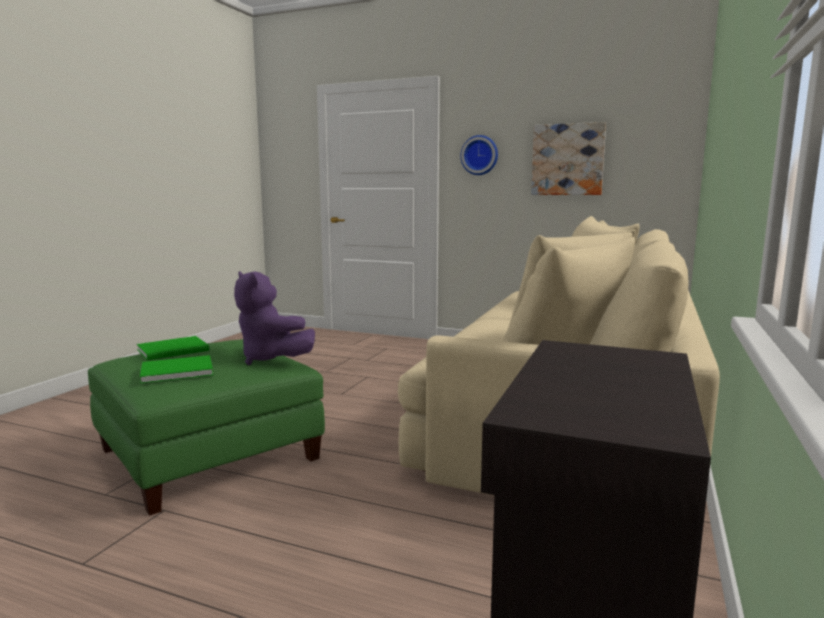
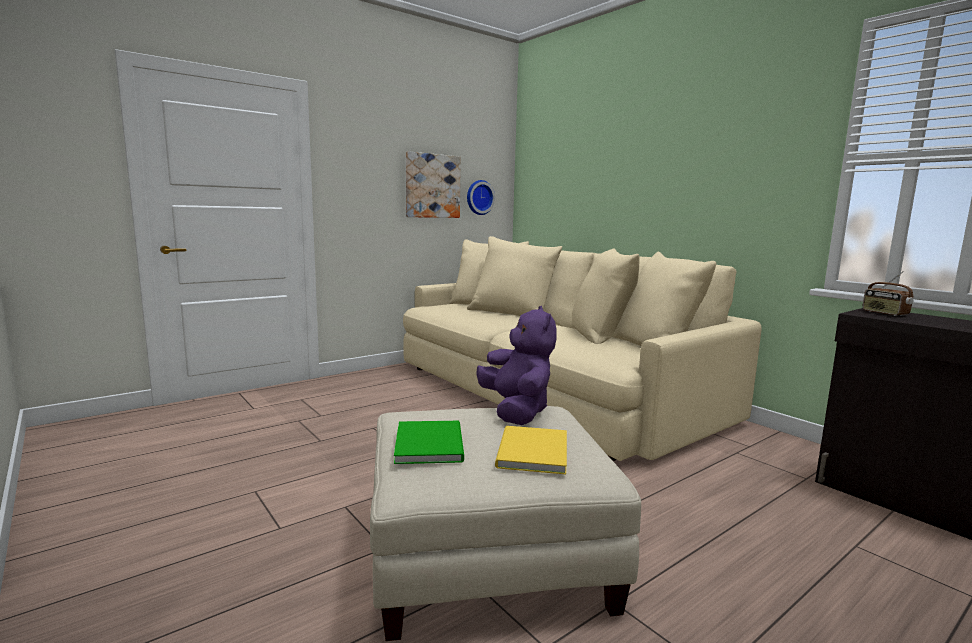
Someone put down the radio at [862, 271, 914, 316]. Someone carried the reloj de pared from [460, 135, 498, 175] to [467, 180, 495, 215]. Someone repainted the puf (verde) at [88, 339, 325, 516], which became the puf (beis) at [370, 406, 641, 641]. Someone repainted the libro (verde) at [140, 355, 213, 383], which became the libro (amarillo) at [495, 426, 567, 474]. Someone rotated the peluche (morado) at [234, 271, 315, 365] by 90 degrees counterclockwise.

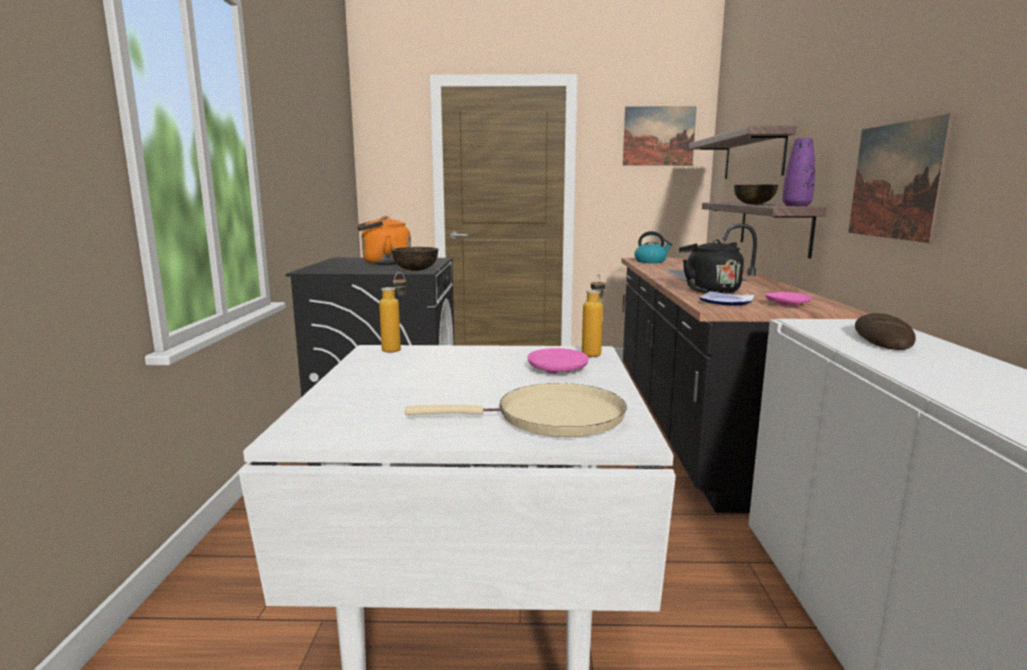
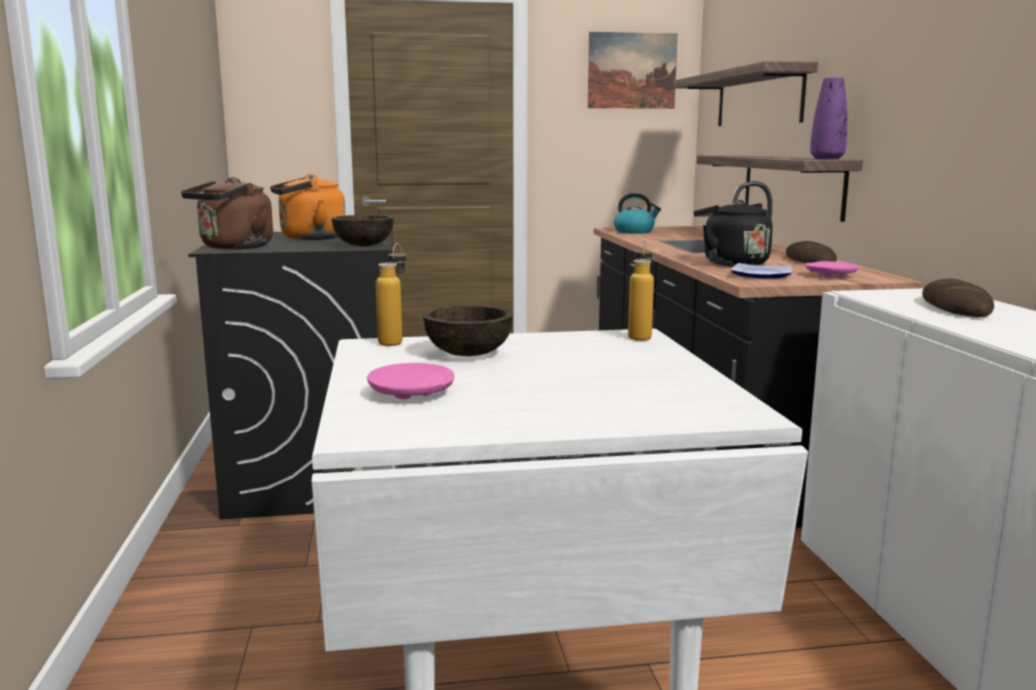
Someone took away the sartén (beis) at [405, 383, 627, 437]. Someone took away the cuadro at [848, 113, 954, 243]. Someone put down the hervidor (marrón) at [181, 177, 273, 249]. Someone put down the pan at [786, 241, 837, 263]. Someone carried the plato (rosa) from [527, 348, 589, 374] to [367, 363, 455, 399]. Someone carried the cuenco (marrón) from [734, 185, 778, 204] to [423, 305, 514, 356].

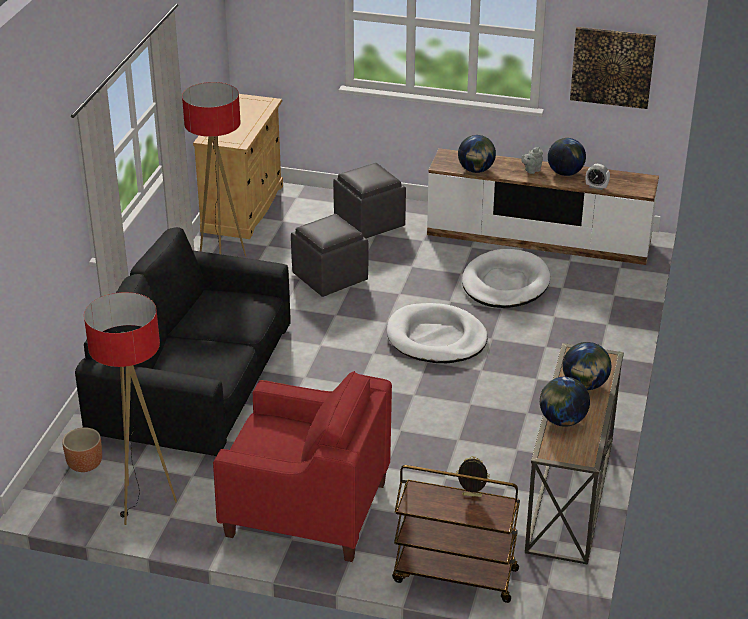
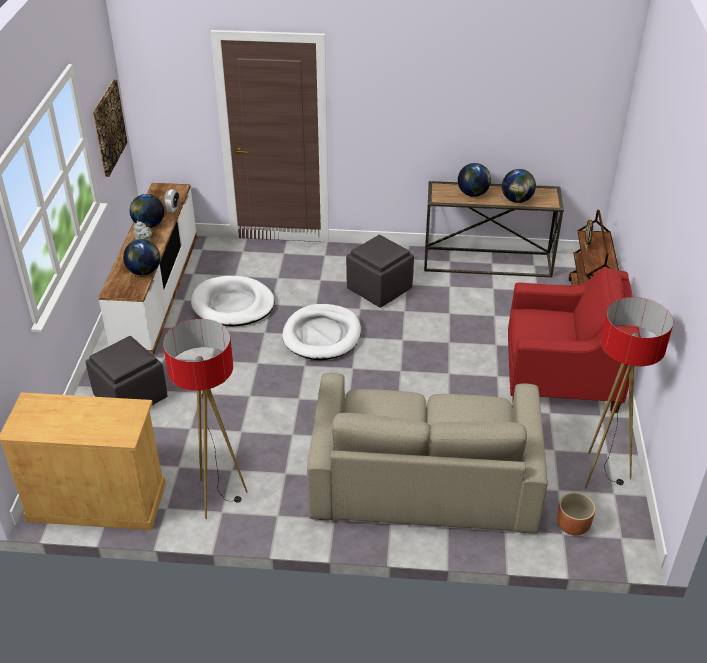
Someone carried the puf (gris) from [291, 214, 368, 297] to [346, 235, 414, 308]. Someone repainted the sofá (negro) at [75, 227, 291, 456], which became the sofá (beis) at [307, 373, 548, 534]. Someone rotated the sillón (rojo) at [213, 371, 392, 562] by 90 degrees clockwise.

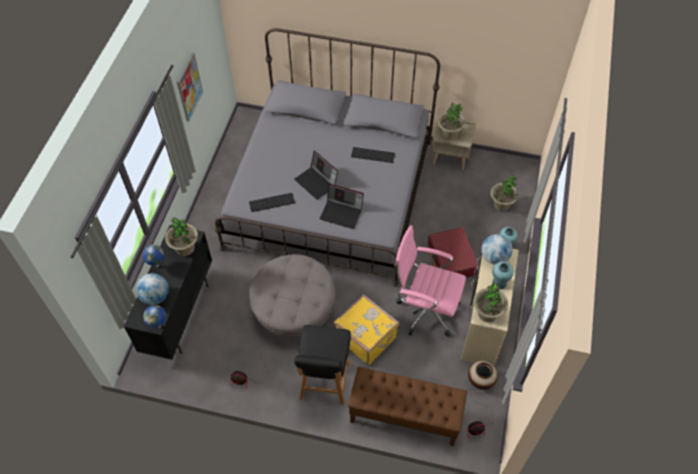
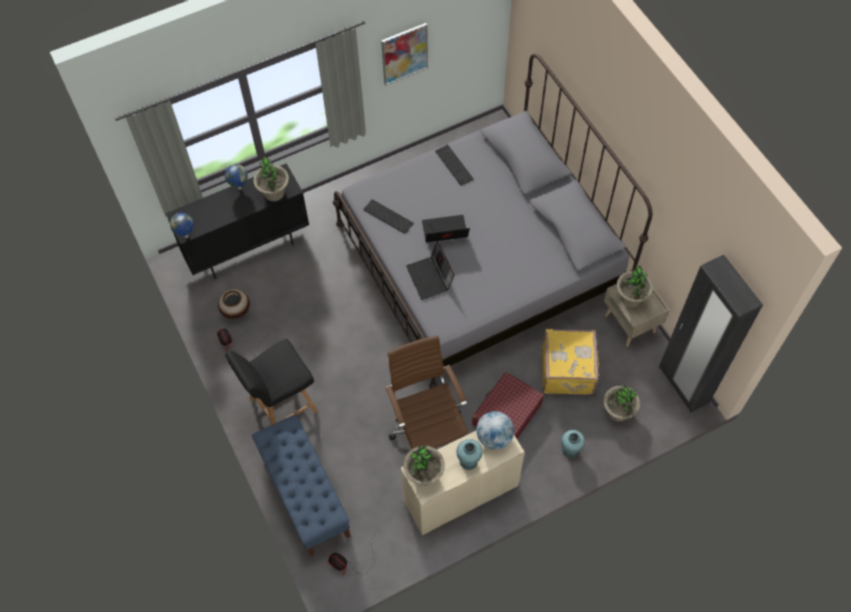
Someone took away the globo terráqueo at [136, 273, 169, 305]. Someone took away the puf (gris) at [249, 254, 335, 337]. Someone put down the armario ropero (negro) at [659, 255, 763, 412]. Someone carried the maleta (amarillo) from [334, 294, 399, 365] to [542, 329, 600, 395]. Someone carried the teclado from [351, 147, 395, 163] to [435, 145, 474, 186]. Someone carried the florero from [468, 360, 498, 390] to [218, 289, 250, 319]. Someone repainted the banco (marrón) at [348, 367, 467, 446], which became the banco (azul) at [252, 414, 351, 557]. Someone repainted the silla de oficina (rosa) at [395, 225, 466, 337], which became the silla de oficina (marrón) at [385, 336, 468, 449]. Someone rotated the portátil at [294, 151, 338, 200] by 75 degrees clockwise.

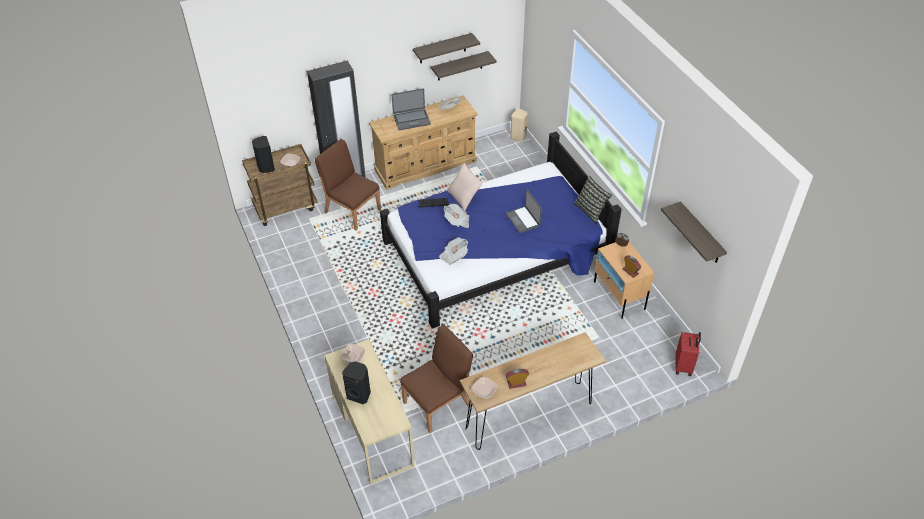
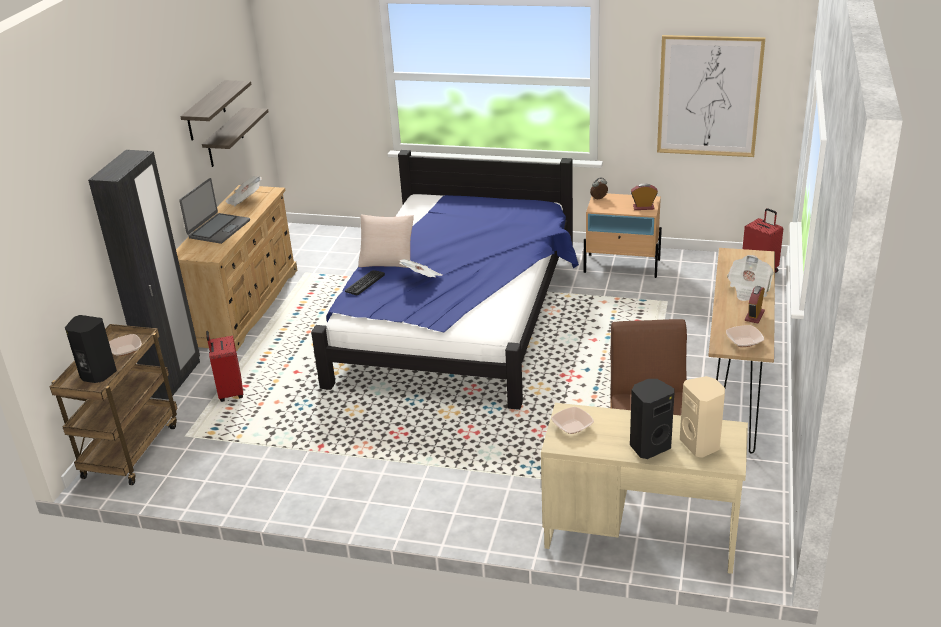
Someone took away the portátil at [506, 189, 542, 233]. Someone took away the cojín at [573, 176, 612, 224]. Someone carried the periódico from [439, 237, 468, 265] to [727, 255, 774, 301]. Someone carried the altavoz (beis) from [510, 108, 528, 142] to [680, 376, 725, 458]. Someone swapped the silla (marrón) at [315, 139, 381, 231] for the maleta (rojo) at [206, 331, 243, 402]. Someone swapped the estante at [661, 201, 727, 263] for the cuadro at [657, 35, 765, 157].

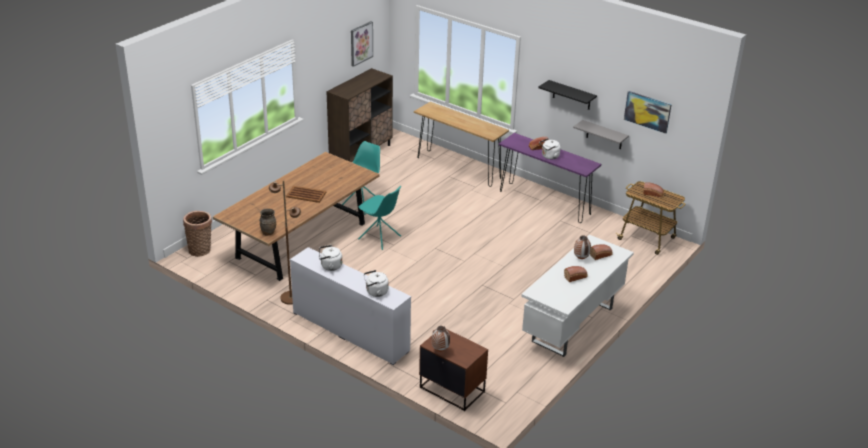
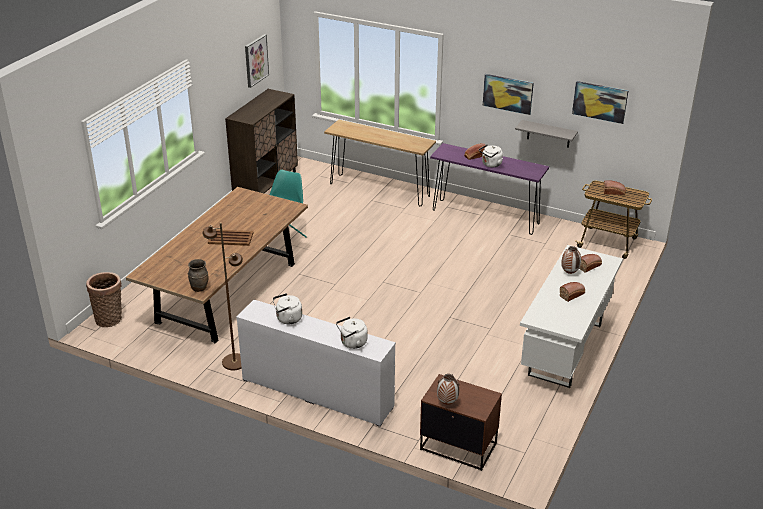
Someone took away the silla (turquesa) at [358, 186, 401, 250]. Someone swapped the estante (negro) at [538, 80, 597, 110] for the cuadro at [483, 74, 534, 115].

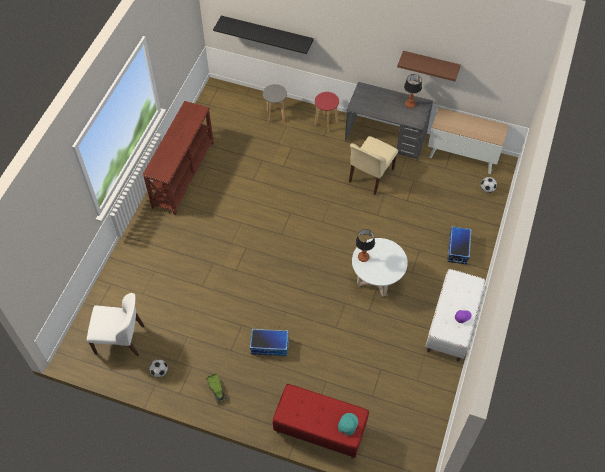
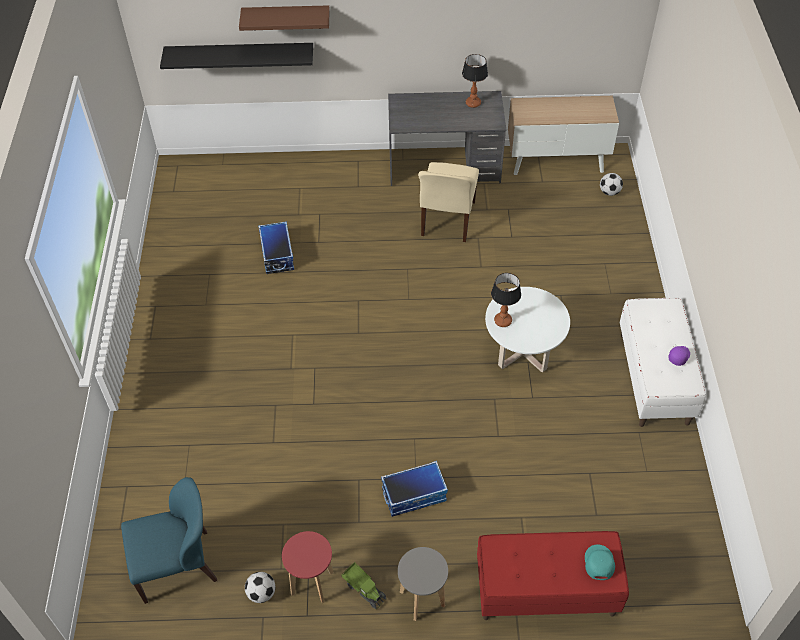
Someone took away the mesa consola (marrón) at [143, 101, 214, 215]. Someone carried the taburete (gris) from [263, 84, 287, 123] to [398, 547, 448, 621]. Someone carried the taburete (rojo) from [315, 92, 339, 132] to [282, 531, 334, 603]. Someone carried the estante (marrón) from [397, 51, 461, 81] to [239, 5, 330, 31]. Someone carried the caja de almacenaje from [447, 226, 472, 264] to [258, 221, 294, 274]. Someone repainted the silla (blanco) at [87, 293, 144, 356], which became the silla (azul) at [121, 477, 217, 604].

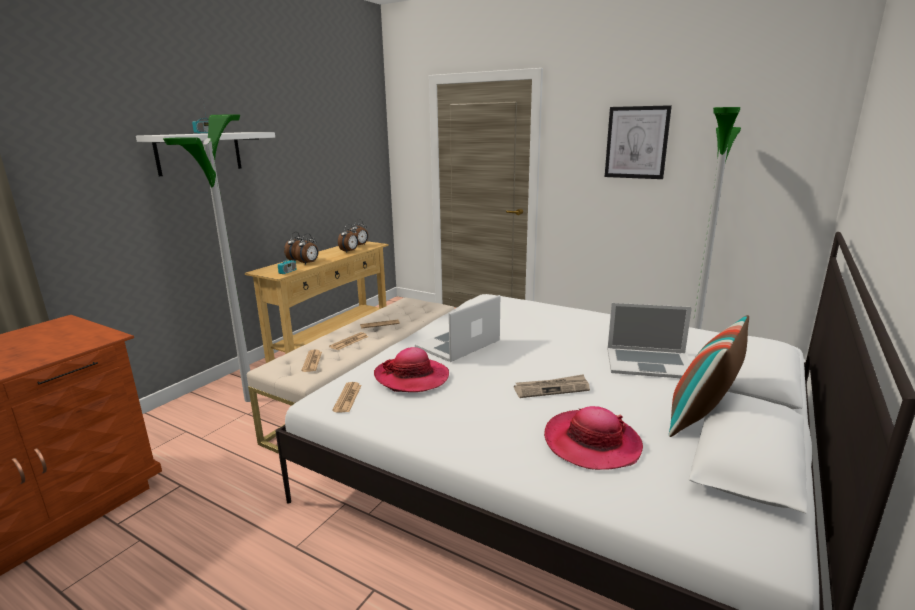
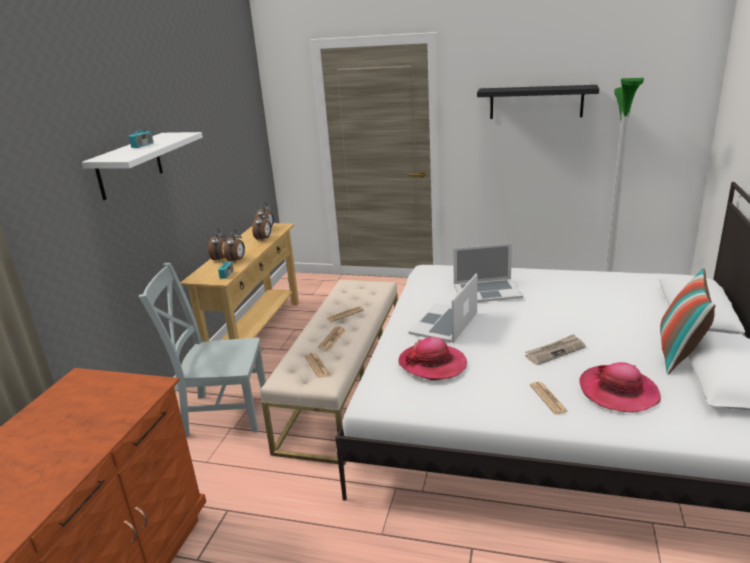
Someone carried the periódico from [332, 382, 362, 412] to [530, 382, 568, 414]. Someone carried the portátil from [607, 303, 692, 378] to [453, 243, 523, 302]. Someone swapped the lámpara de pie at [163, 114, 251, 402] for the silla (gris) at [139, 263, 266, 437]. Someone swapped the cuadro at [605, 105, 672, 179] for the estante (negro) at [477, 85, 599, 119].

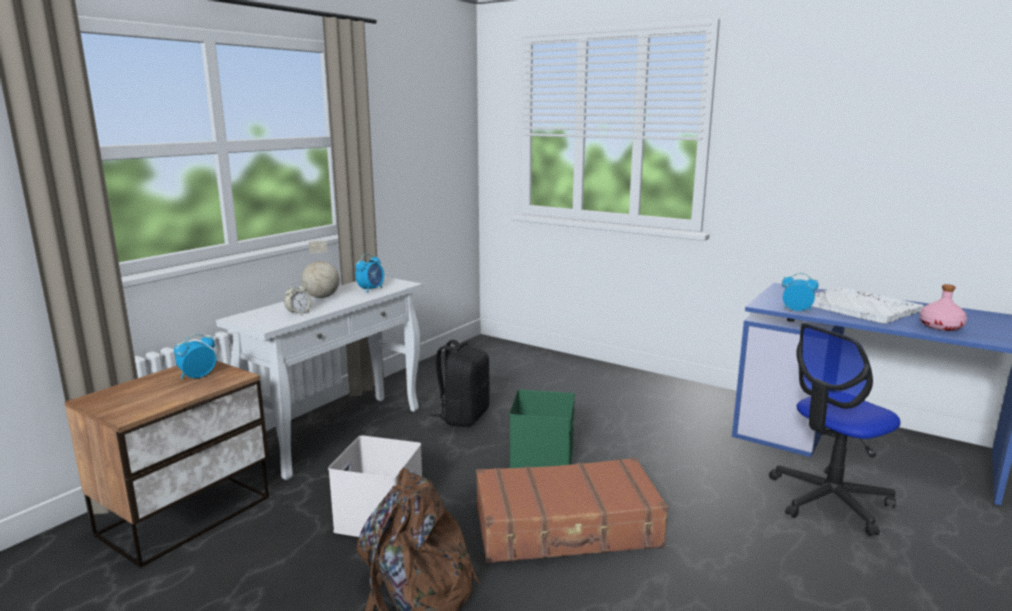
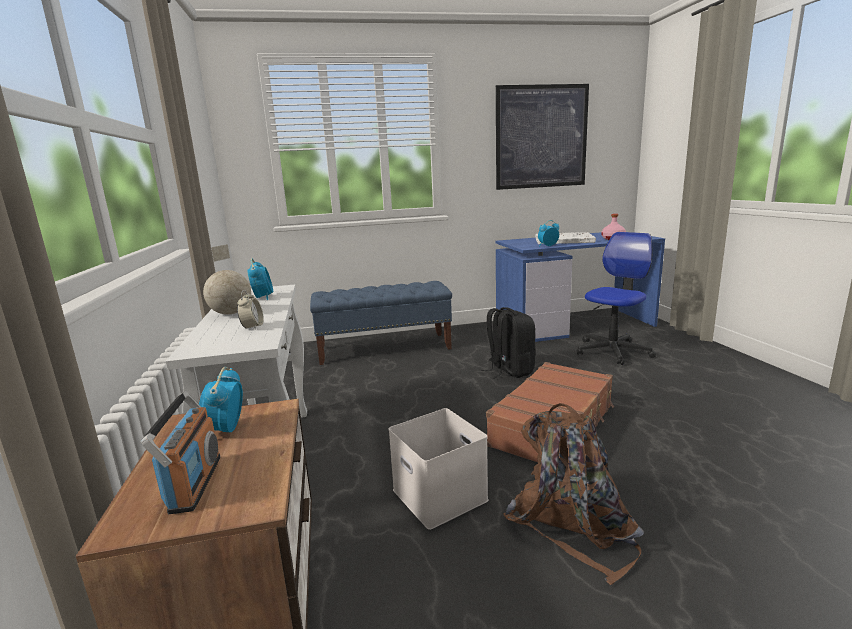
Someone took away the caja de almacenaje (verde) at [509, 390, 575, 468]. Someone put down the radio at [140, 391, 220, 514]. Someone put down the banco (azul) at [310, 281, 452, 365]. Someone put up the cuadro at [496, 84, 589, 190]. Someone carried the mochila (negro) from [430, 340, 490, 427] to [481, 307, 536, 379]. Someone rotated the silla de oficina at [769, 323, 900, 536] by 150 degrees counterclockwise.

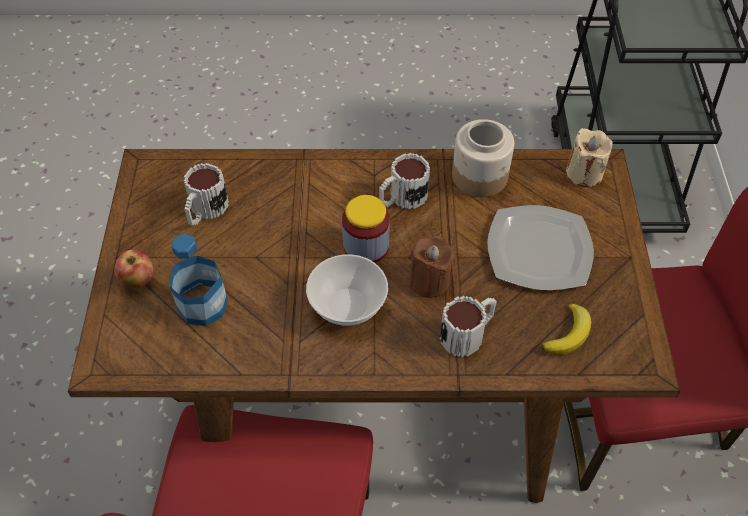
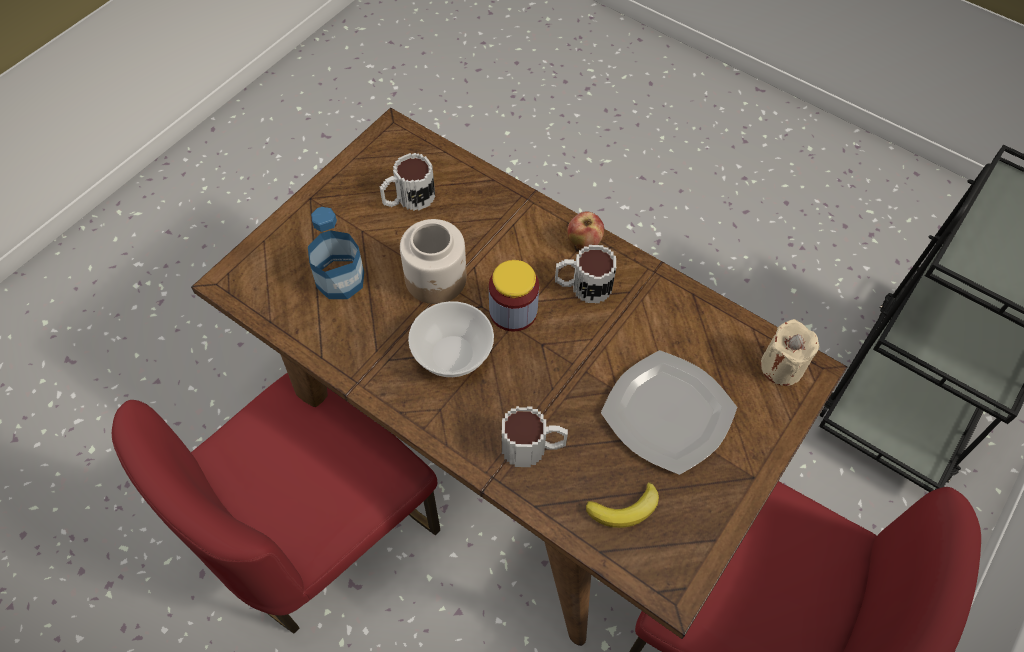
Someone took away the vela (marrón) at [409, 236, 454, 298]. Someone carried the manzana from [114, 250, 153, 288] to [567, 211, 604, 249]. Someone carried the tarro from [452, 119, 514, 197] to [400, 219, 467, 304].

